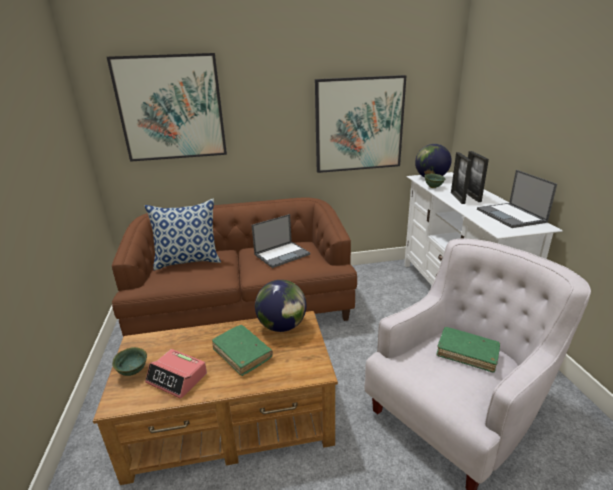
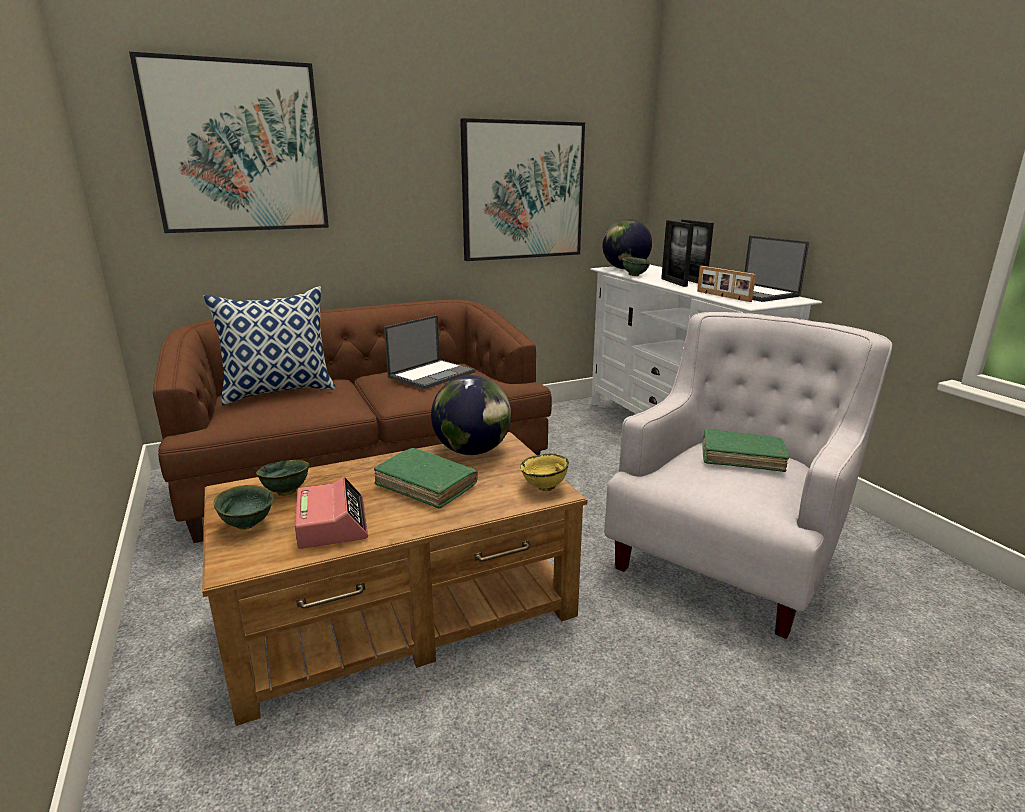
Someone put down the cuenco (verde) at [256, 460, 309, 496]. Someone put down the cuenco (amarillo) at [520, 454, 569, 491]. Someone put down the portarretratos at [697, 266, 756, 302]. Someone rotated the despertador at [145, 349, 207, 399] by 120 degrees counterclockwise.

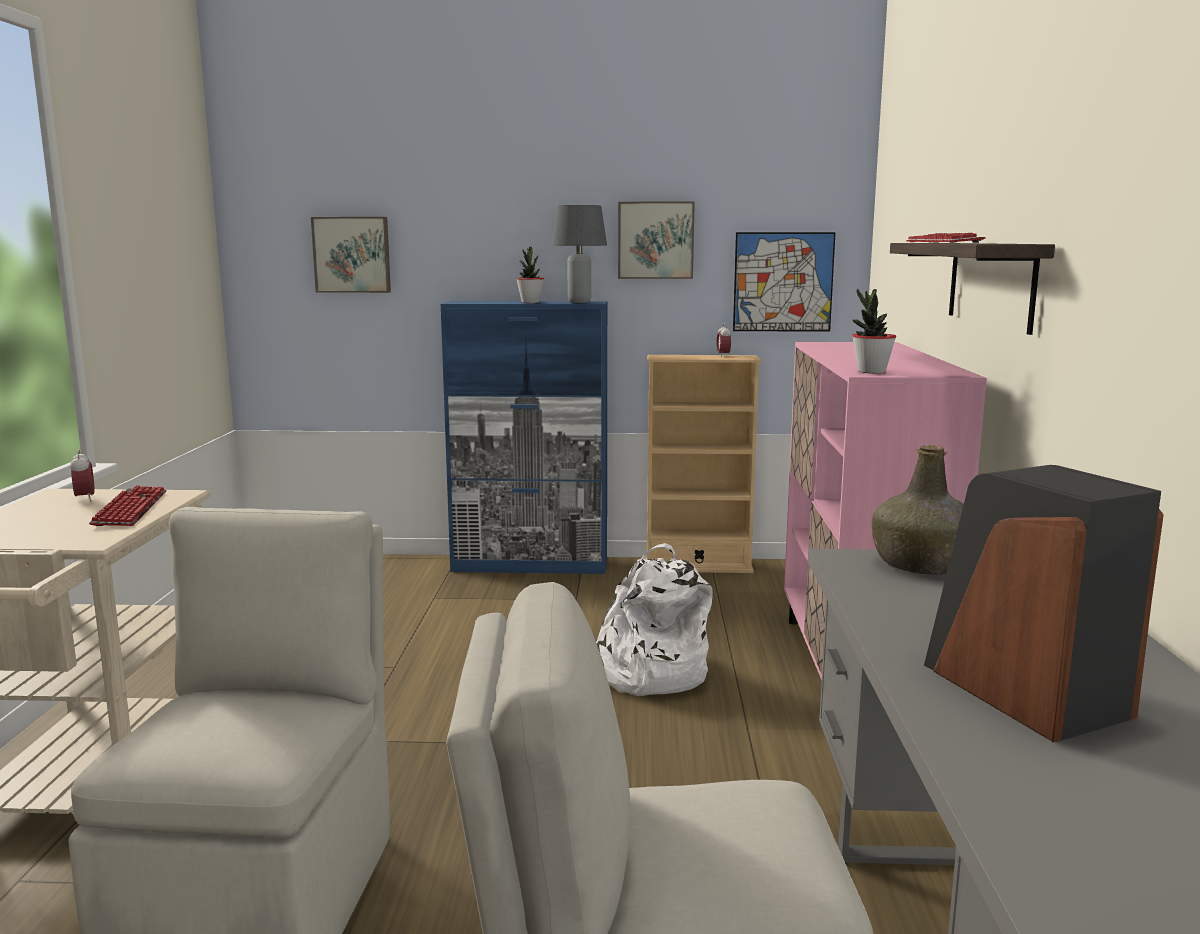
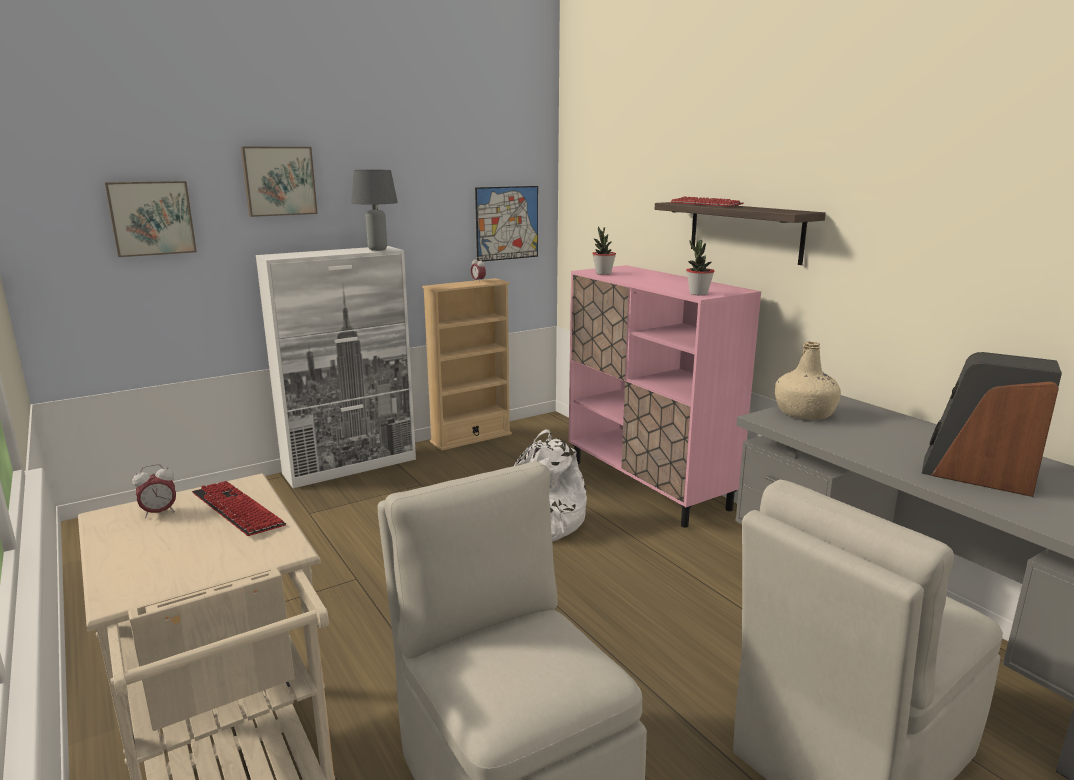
Someone carried the planta en maceta from [516, 247, 544, 303] to [592, 226, 616, 275]. Someone carried the cuadro from [618, 202, 695, 279] to [241, 146, 318, 217]. Someone repainted the armario (azul) at [441, 301, 607, 574], which became the armario (blanco) at [256, 246, 416, 488]. Someone repainted the botella (verde) at [872, 445, 964, 575], which became the botella (beis) at [775, 341, 841, 420]. Someone rotated the despertador at [70, 449, 95, 502] by 120 degrees clockwise.

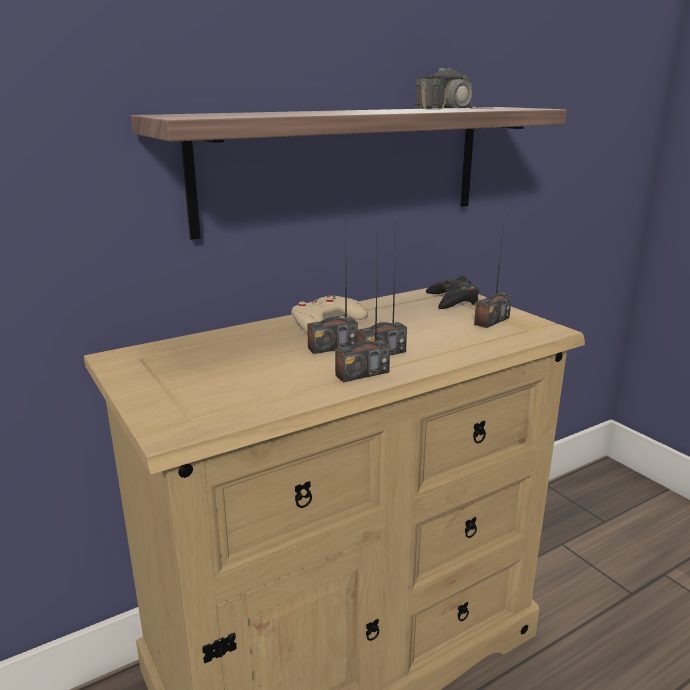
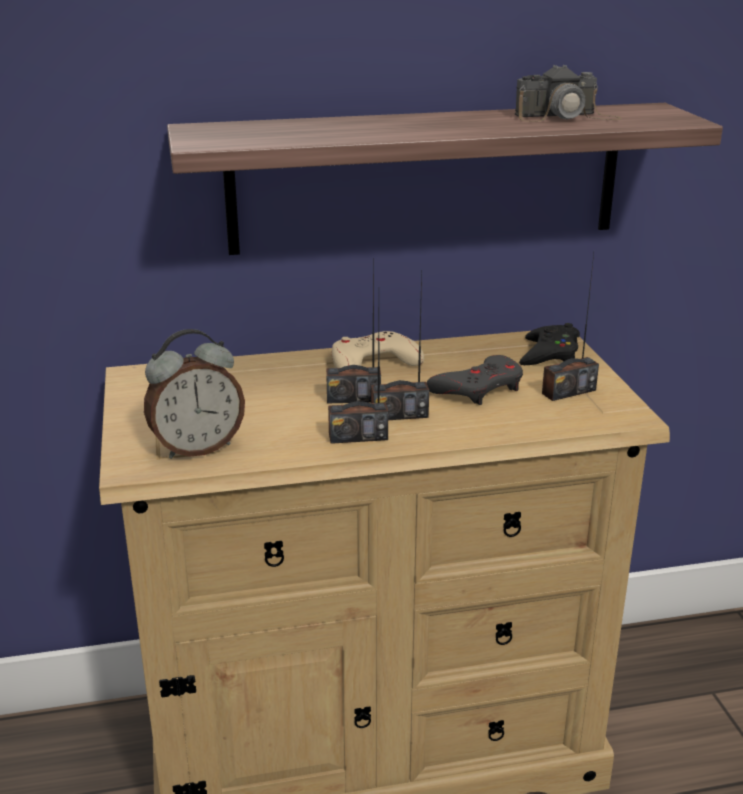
Someone put down the despertador at [144, 329, 245, 459]. Someone put down the mando de consola (gris) at [427, 355, 523, 405].

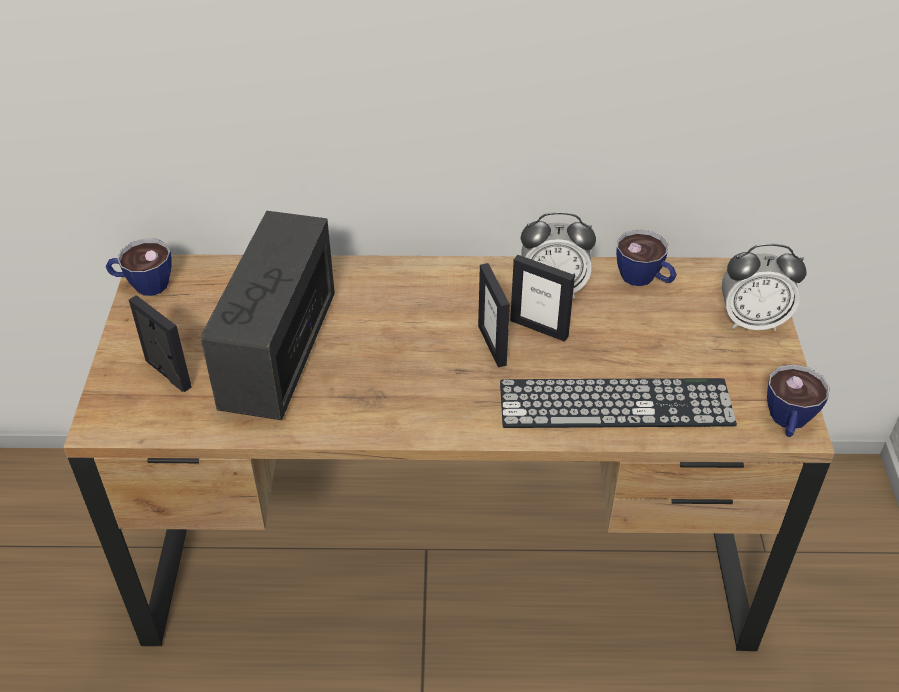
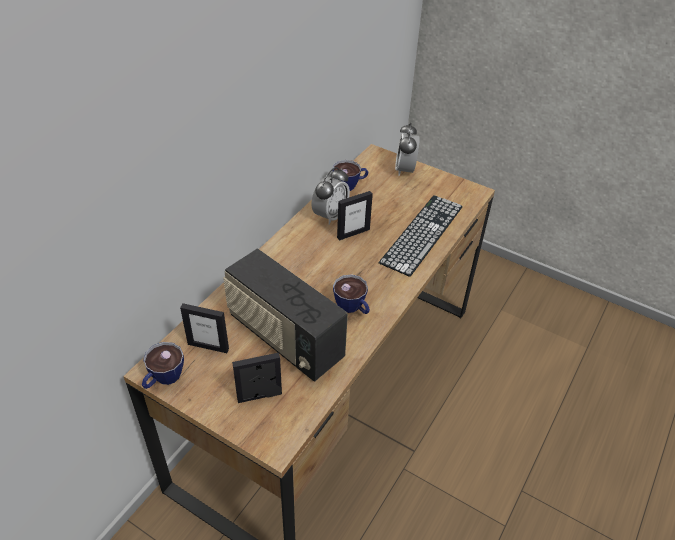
Someone carried the portarretratos from [478, 263, 510, 368] to [180, 303, 229, 353]. Someone carried the taza from [767, 364, 830, 437] to [333, 274, 370, 314]. Someone rotated the despertador at [722, 243, 807, 331] by 150 degrees clockwise.

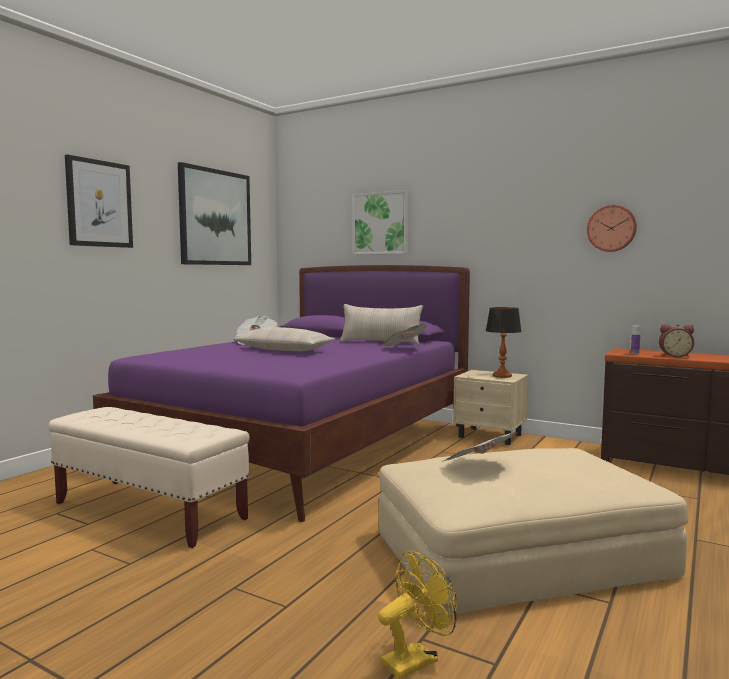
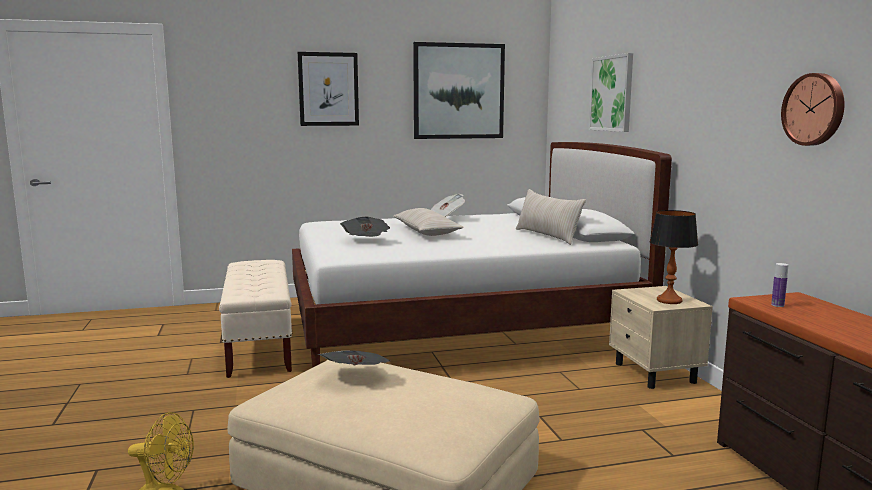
Someone took away the despertador at [659, 324, 694, 357]. Someone carried the periódico from [381, 323, 427, 346] to [340, 217, 390, 237]. Someone repainted the cama (morado) at [93, 265, 470, 522], which became the cama (blanco) at [292, 142, 672, 368].

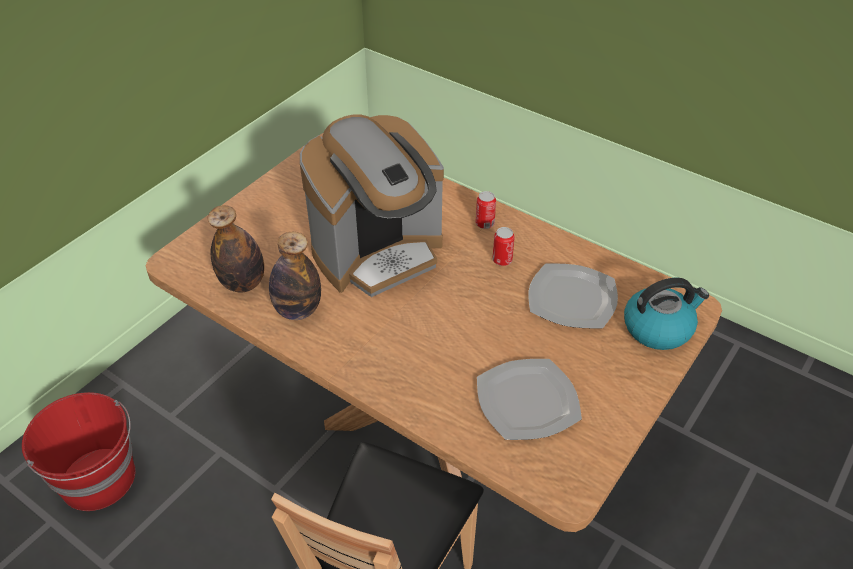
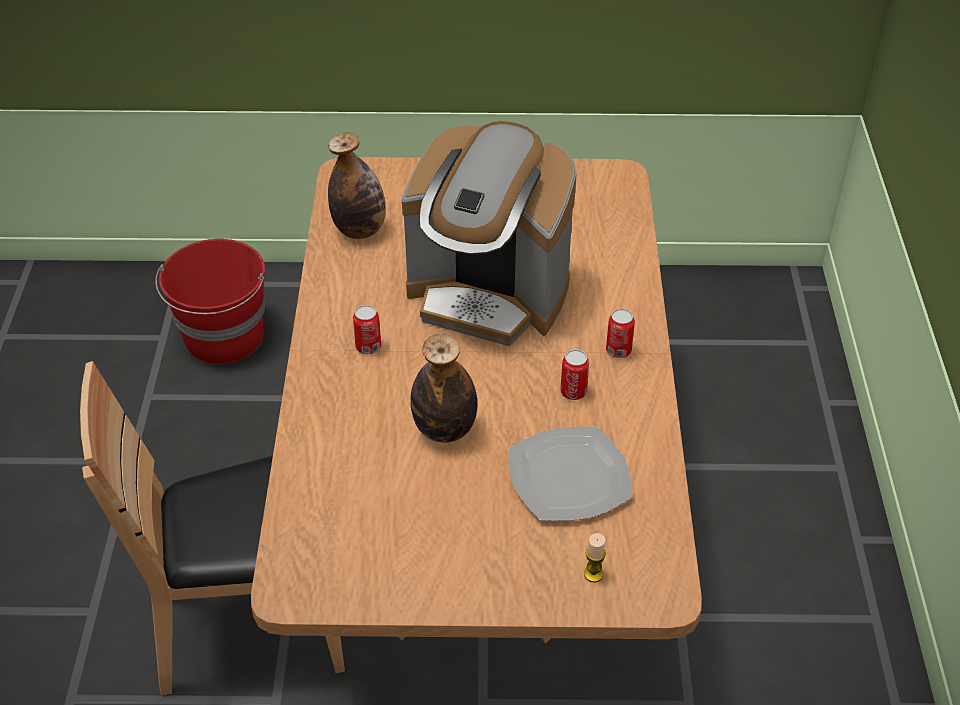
Someone took away the plato at [477, 359, 582, 440]. Someone put down the lata at [353, 305, 381, 354]. Someone carried the botella from [269, 232, 321, 320] to [410, 334, 477, 443]. Someone swapped the hervidor at [624, 278, 709, 350] for the vela at [584, 533, 606, 582].

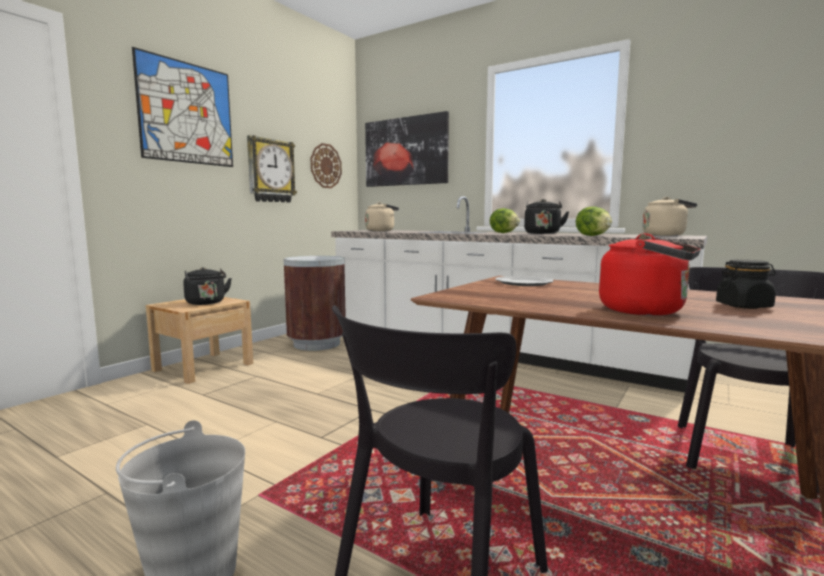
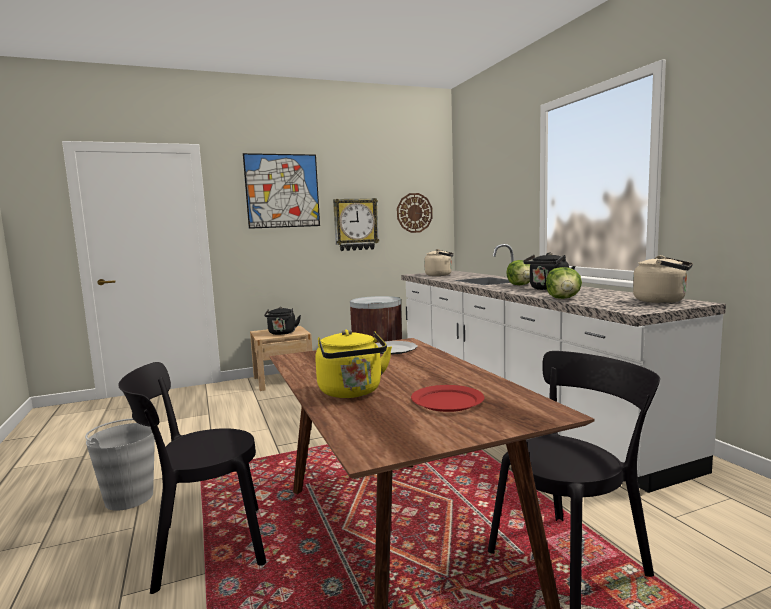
Someone took away the cuadro at [365, 111, 449, 187]. Someone swapped the tarro (negro) at [716, 260, 776, 309] for the plato (rojo) at [411, 385, 484, 412]. Someone repainted the hervidor (rojo) at [599, 233, 701, 316], which became the hervidor (amarillo) at [315, 330, 392, 398].

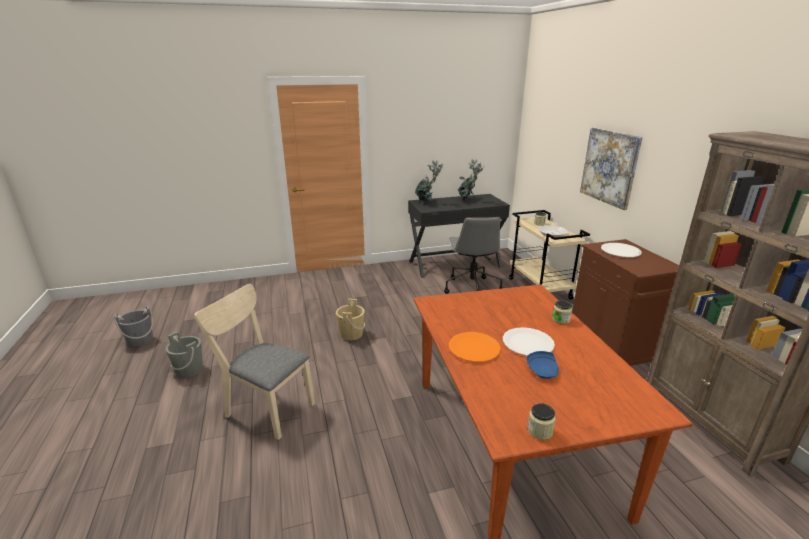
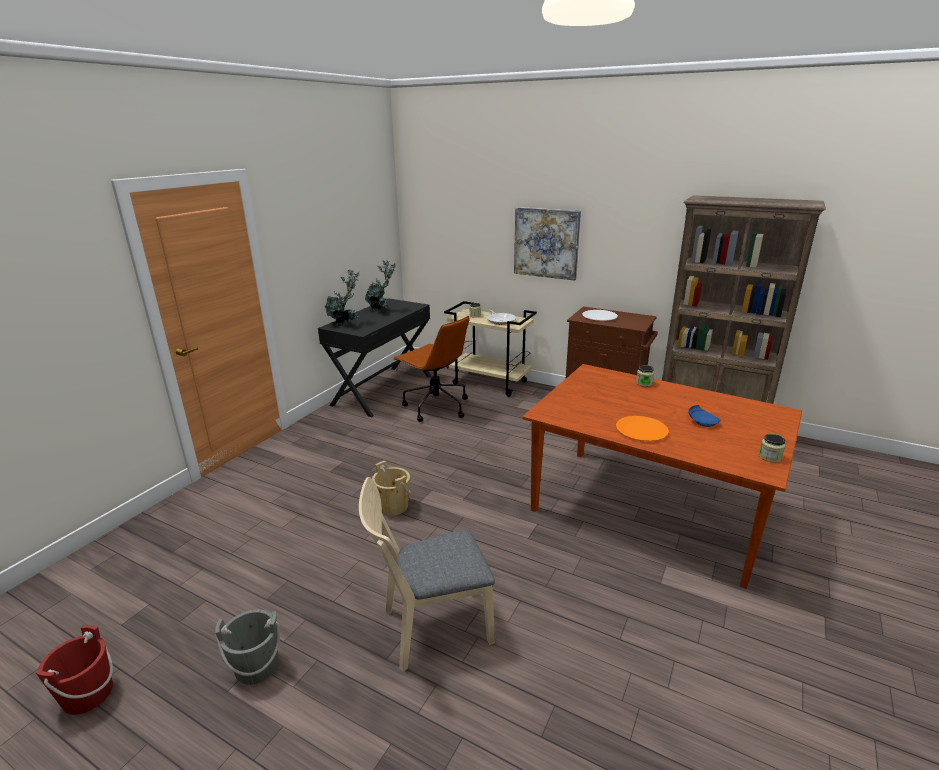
Someone took away the plato (blanco) at [503, 327, 555, 356]. Someone repainted the cubo (gris) at [114, 305, 153, 347], which became the cubo (rojo) at [36, 625, 113, 715]. Someone repainted the silla de oficina (gris) at [444, 217, 502, 294], which became the silla de oficina (marrón) at [392, 316, 470, 422].

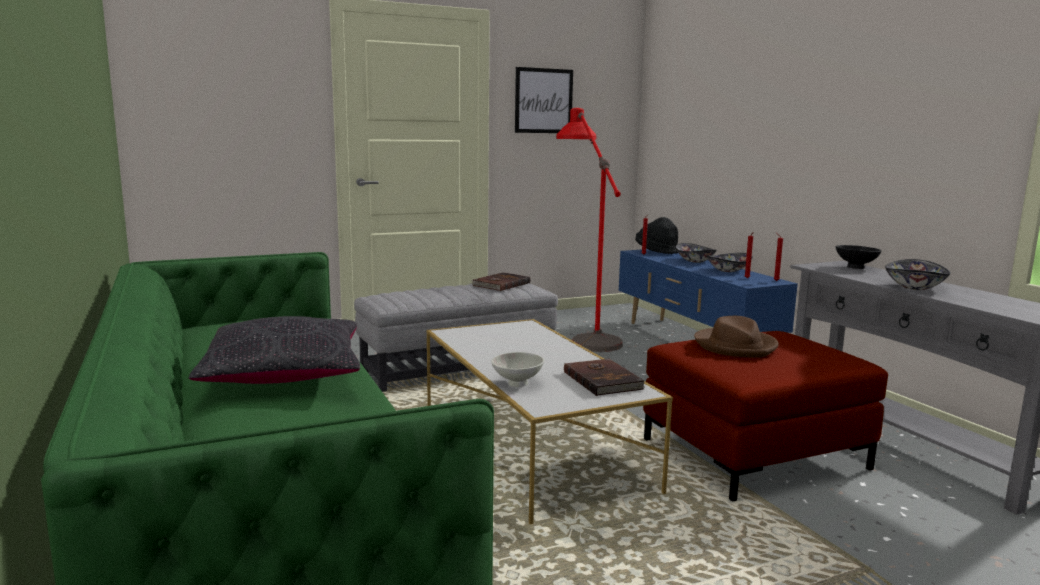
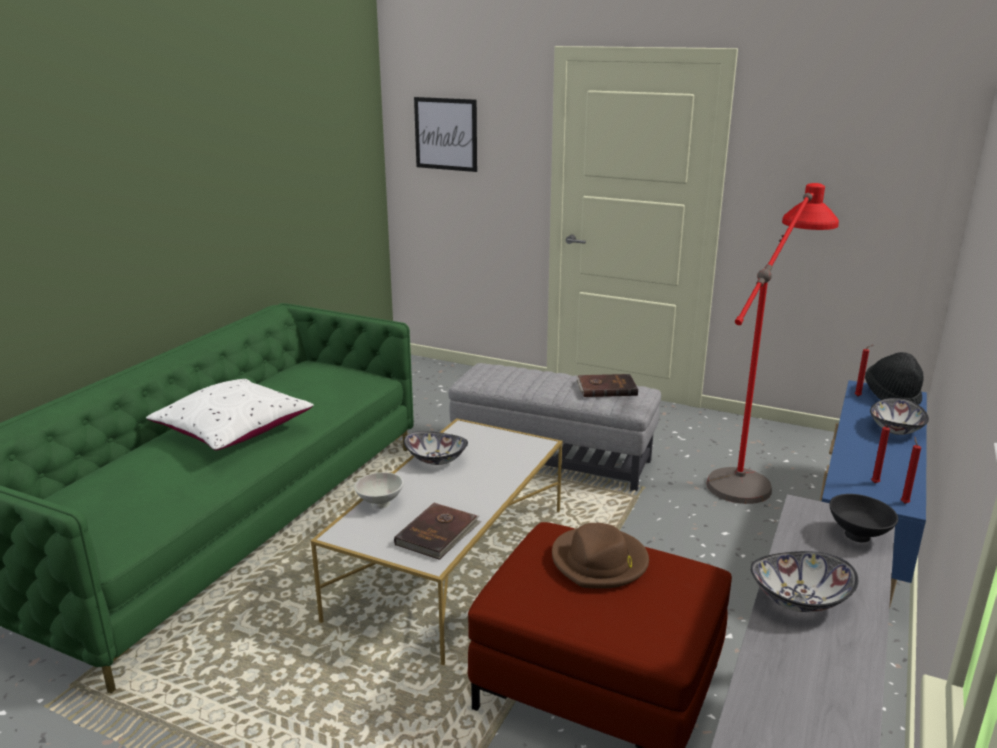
Someone carried the cuadro from [515, 67, 573, 133] to [414, 97, 477, 172]. Someone carried the cuenco from [706, 253, 753, 272] to [404, 431, 468, 465]. Someone repainted the cojín (negro) at [189, 316, 360, 384], which became the cojín (blanco) at [146, 379, 314, 451].

